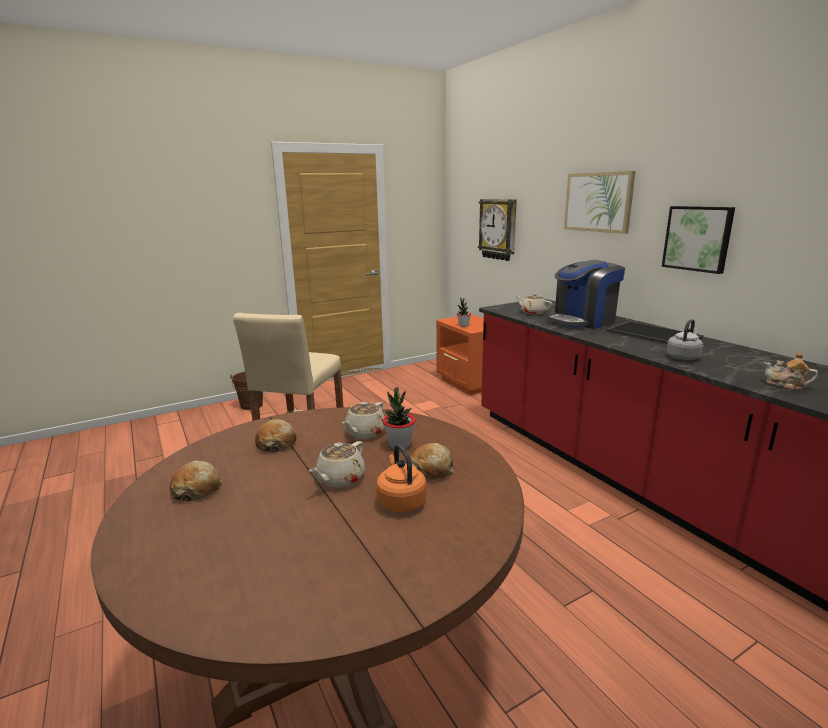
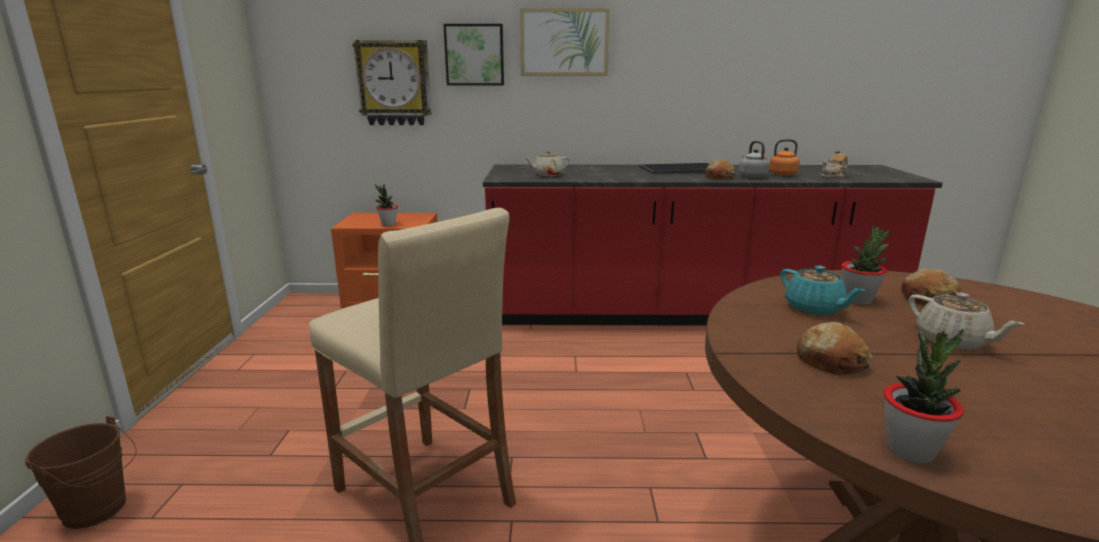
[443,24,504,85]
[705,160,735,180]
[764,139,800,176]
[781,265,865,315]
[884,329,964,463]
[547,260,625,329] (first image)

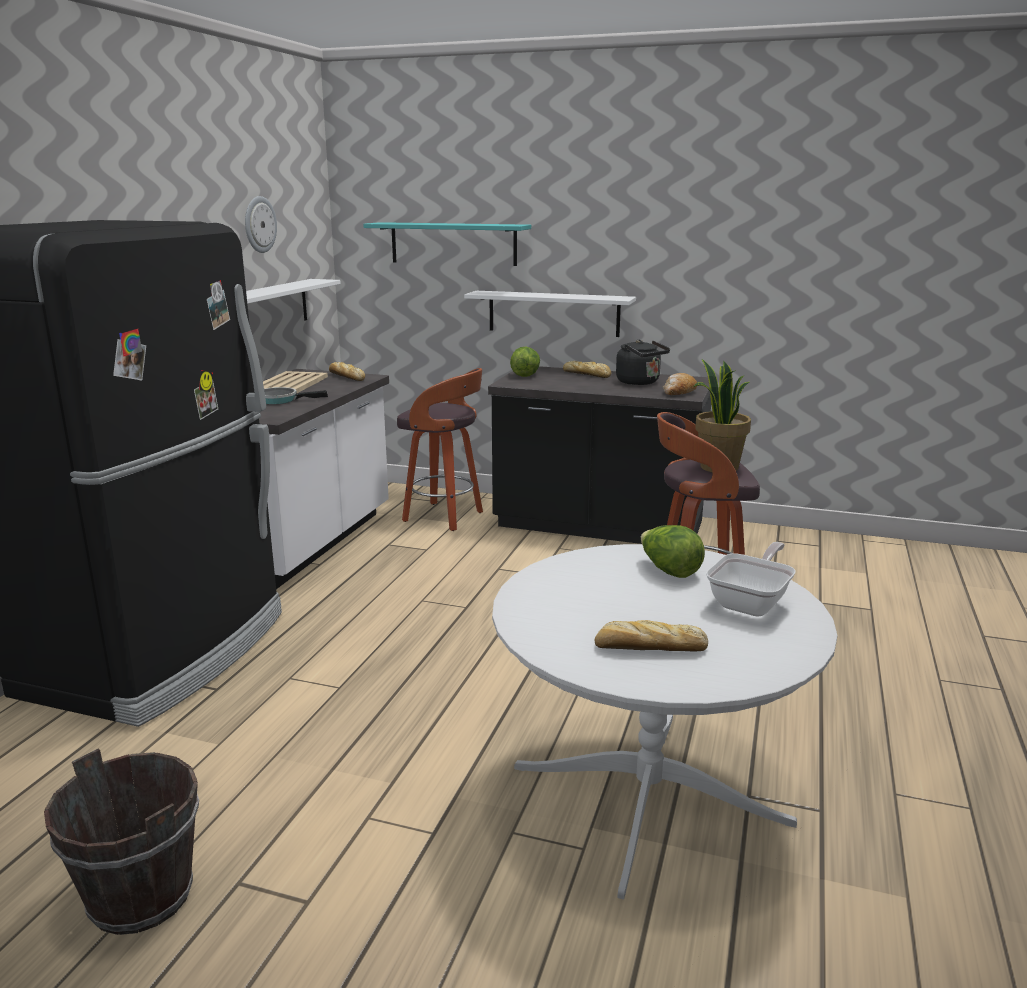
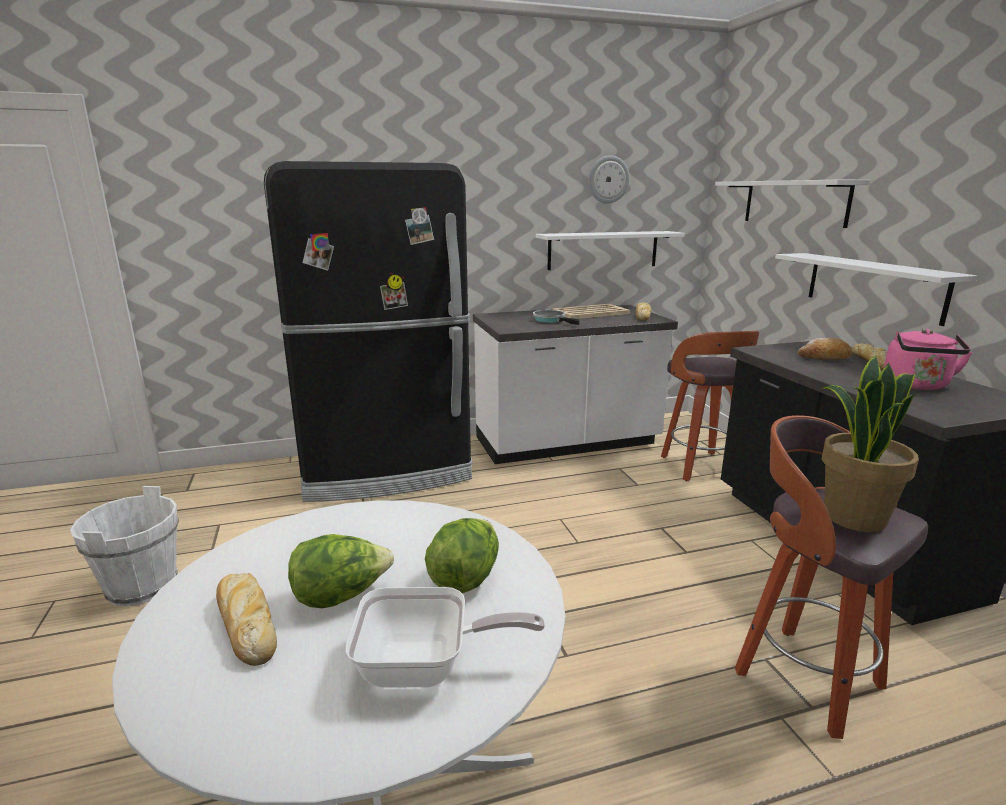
[70,486,179,606]
[288,534,394,608]
[715,180,870,228]
[798,338,852,360]
[884,329,973,390]

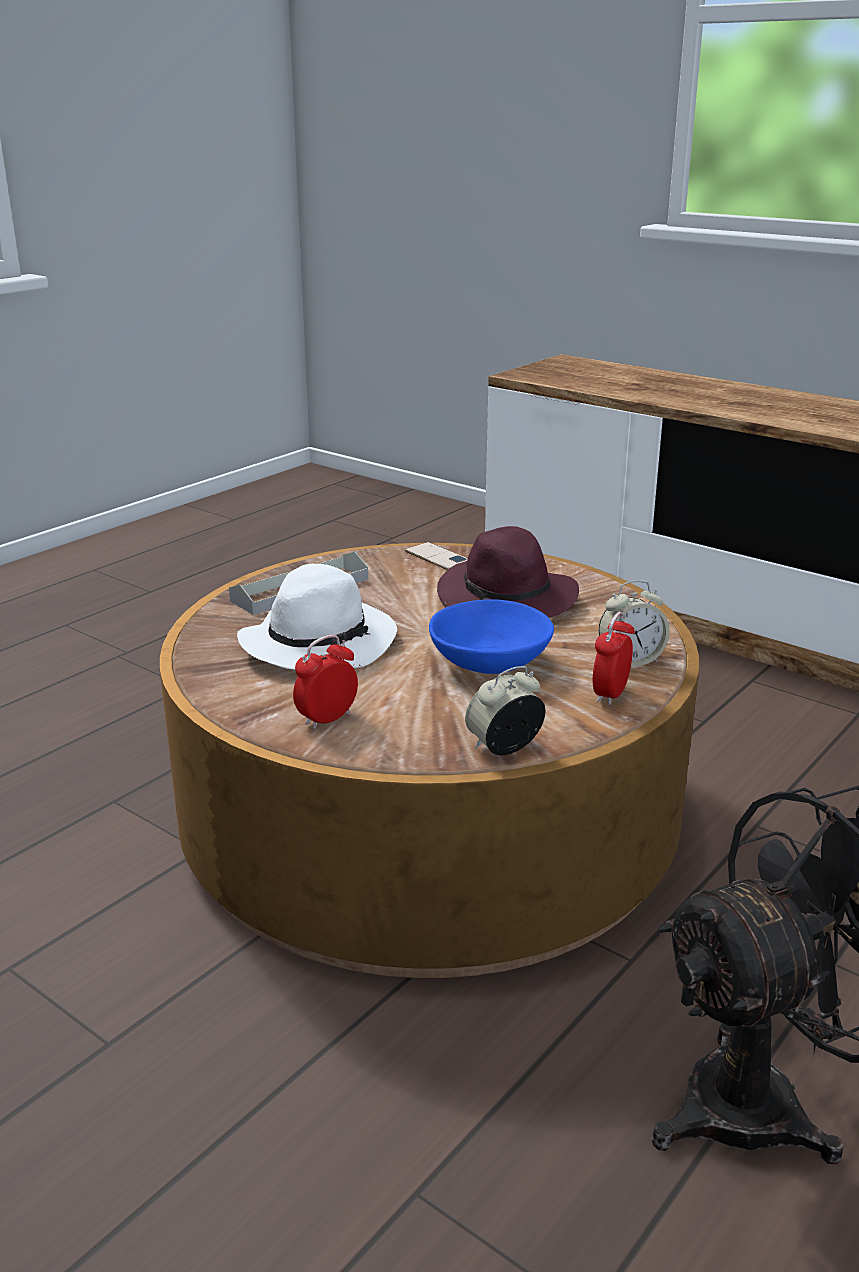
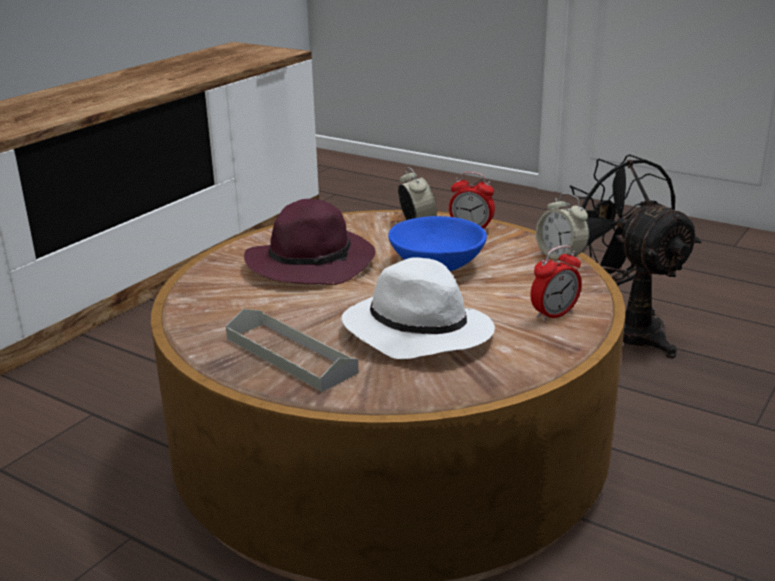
[530,245,582,322]
[405,542,468,570] (first image)

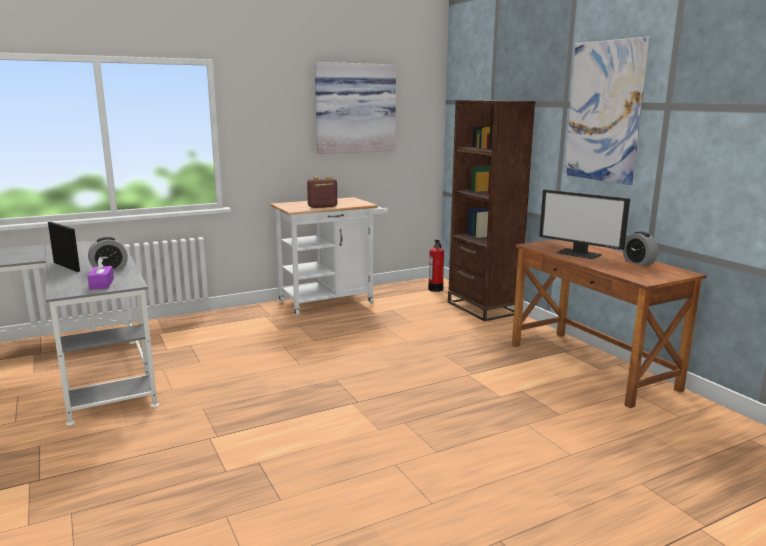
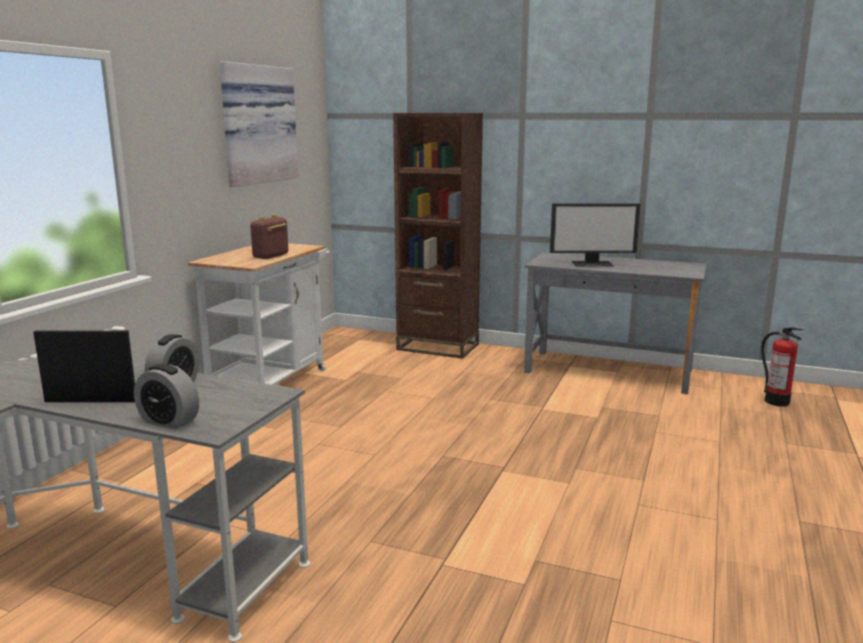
[134,364,199,429]
[524,252,706,394]
[761,327,804,407]
[87,257,114,290] (first image)
[564,37,650,185] (first image)

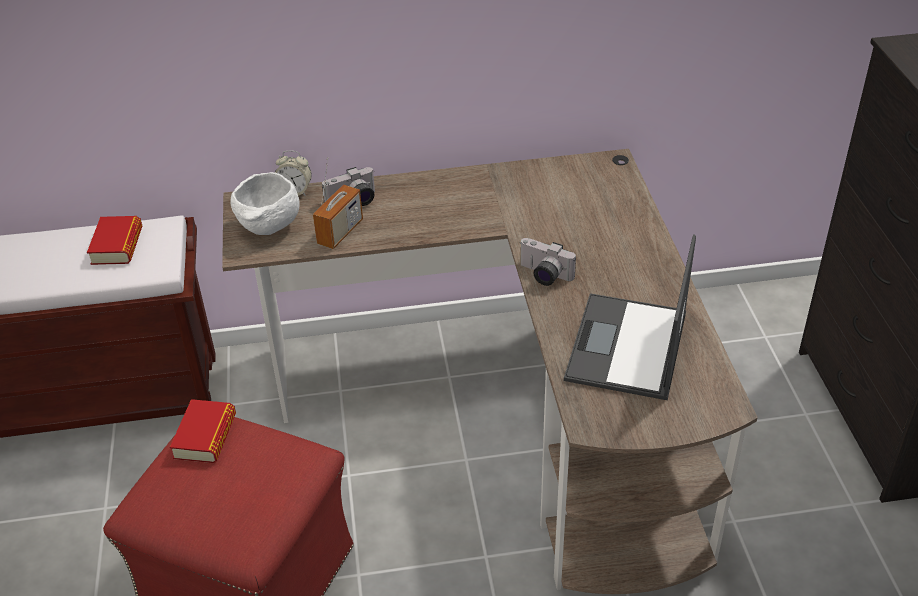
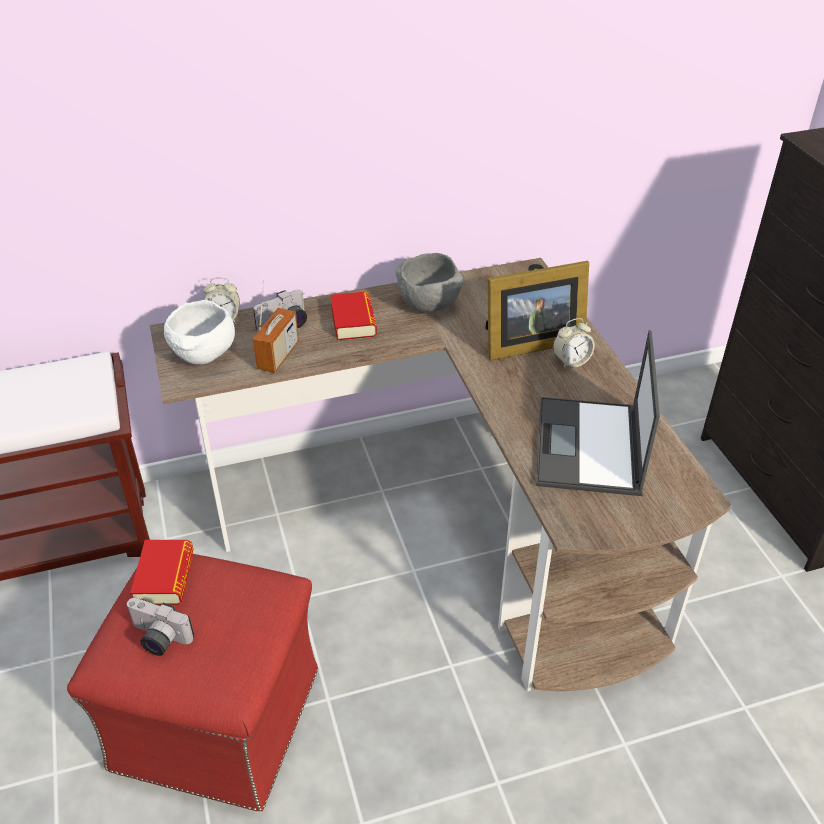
[126,598,194,656]
[330,292,377,340]
[396,253,463,312]
[485,261,589,361]
[553,318,595,369]

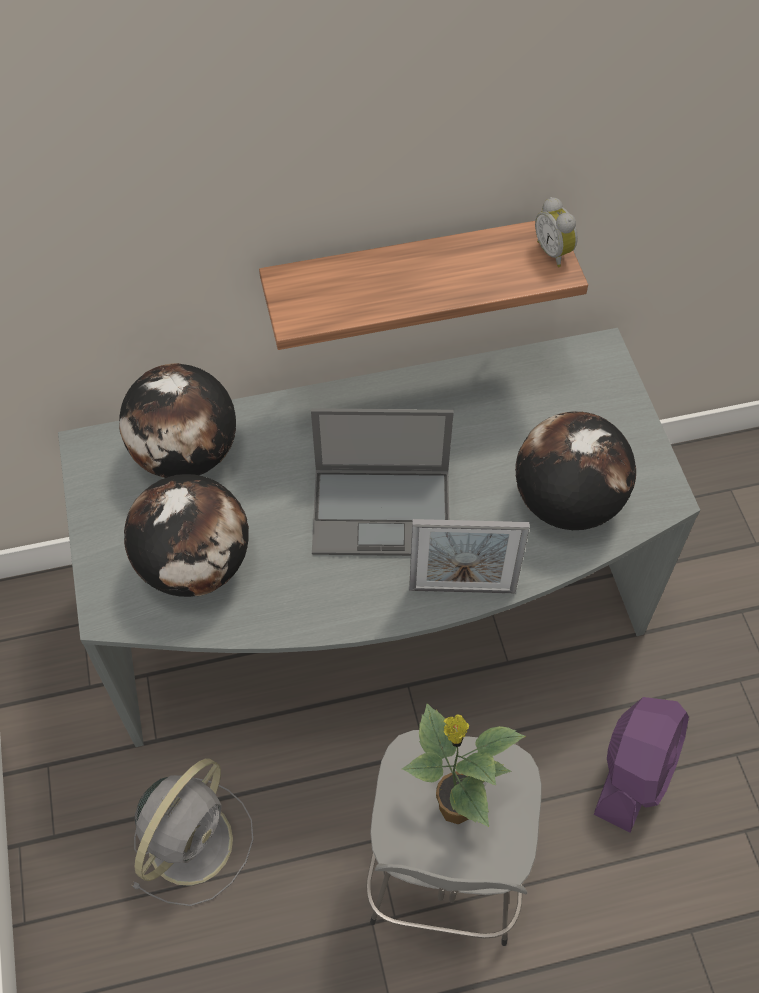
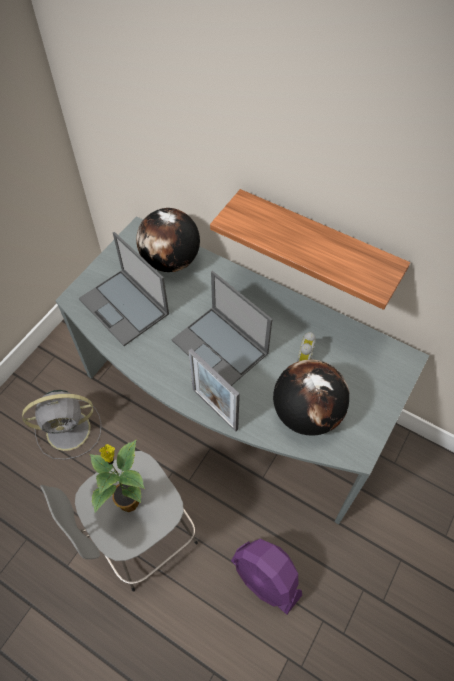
[79,232,169,346]
[231,539,302,614]
[297,332,316,361]

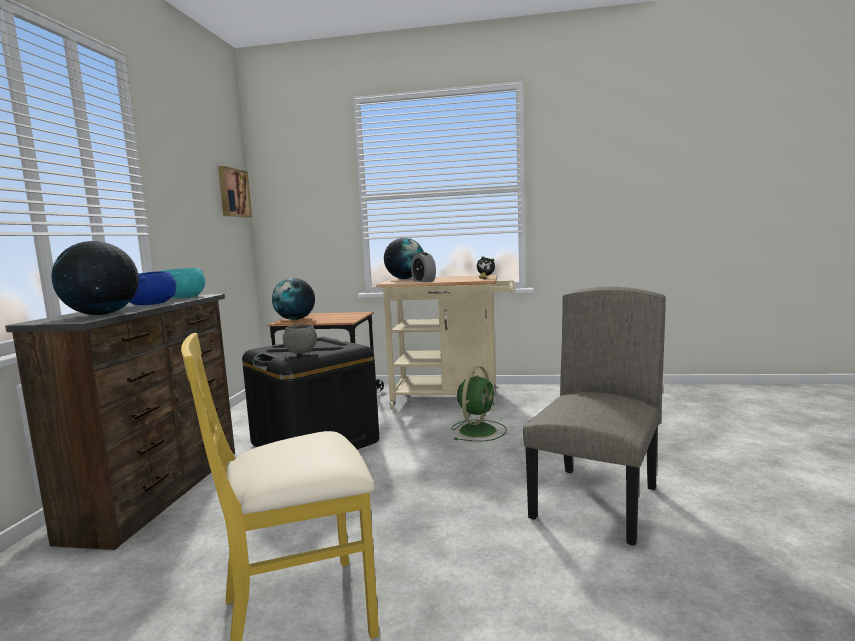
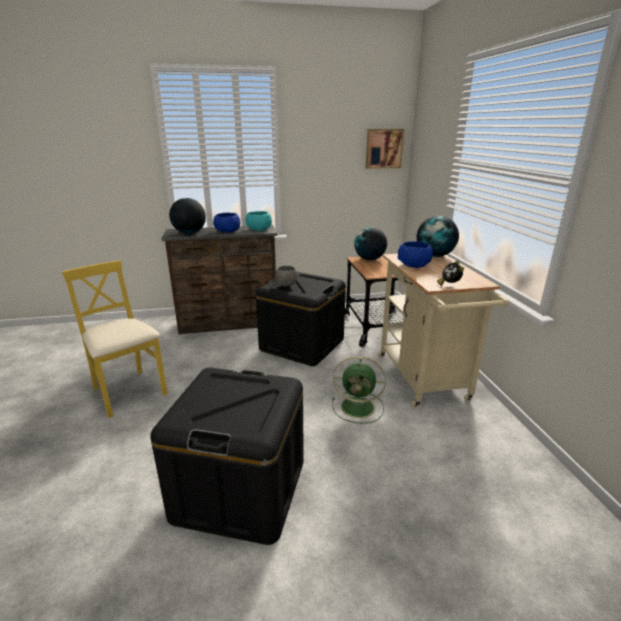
[150,368,304,545]
[398,241,433,268]

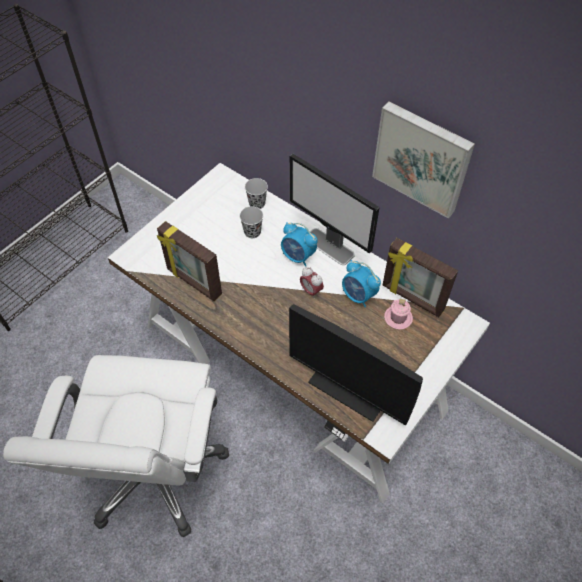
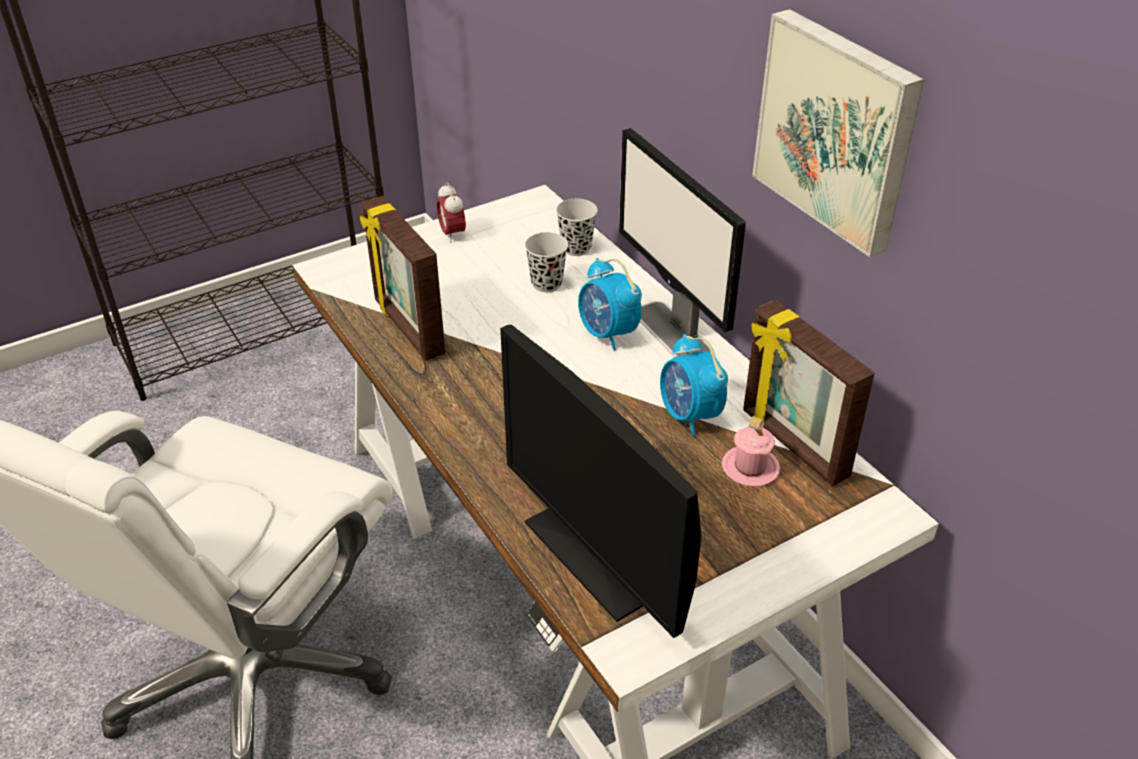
[436,182,466,243]

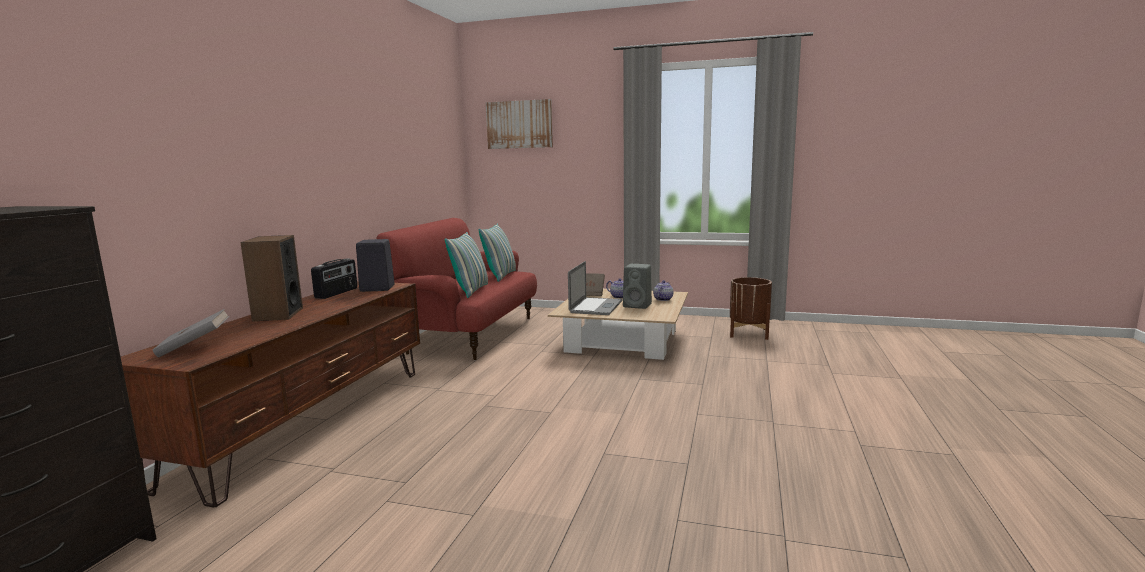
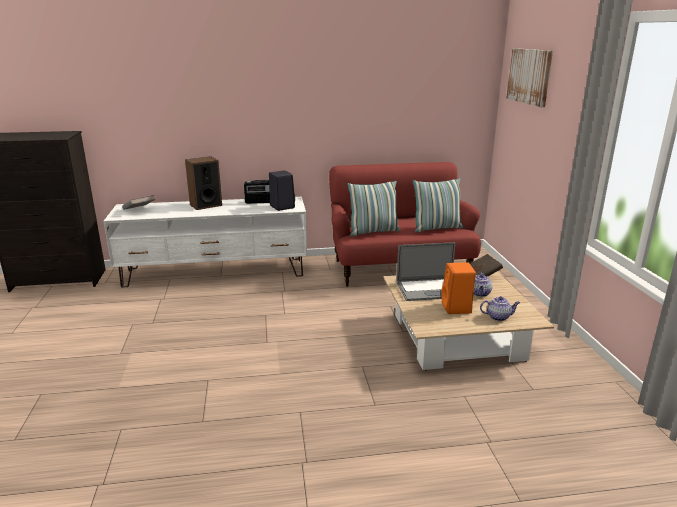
[103,197,307,288]
[441,262,476,314]
[730,277,772,340] (first image)

